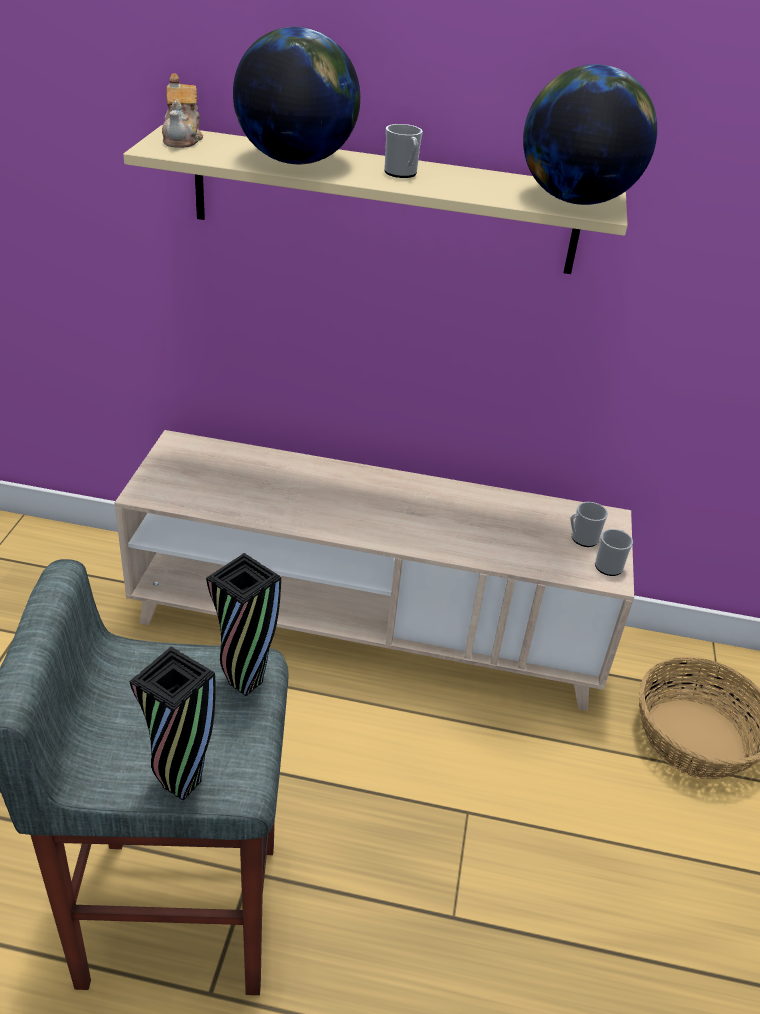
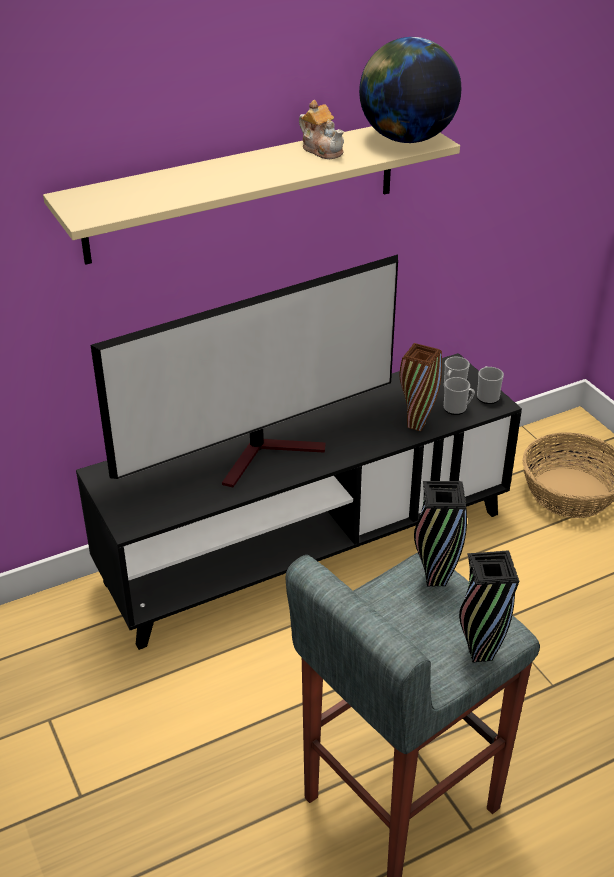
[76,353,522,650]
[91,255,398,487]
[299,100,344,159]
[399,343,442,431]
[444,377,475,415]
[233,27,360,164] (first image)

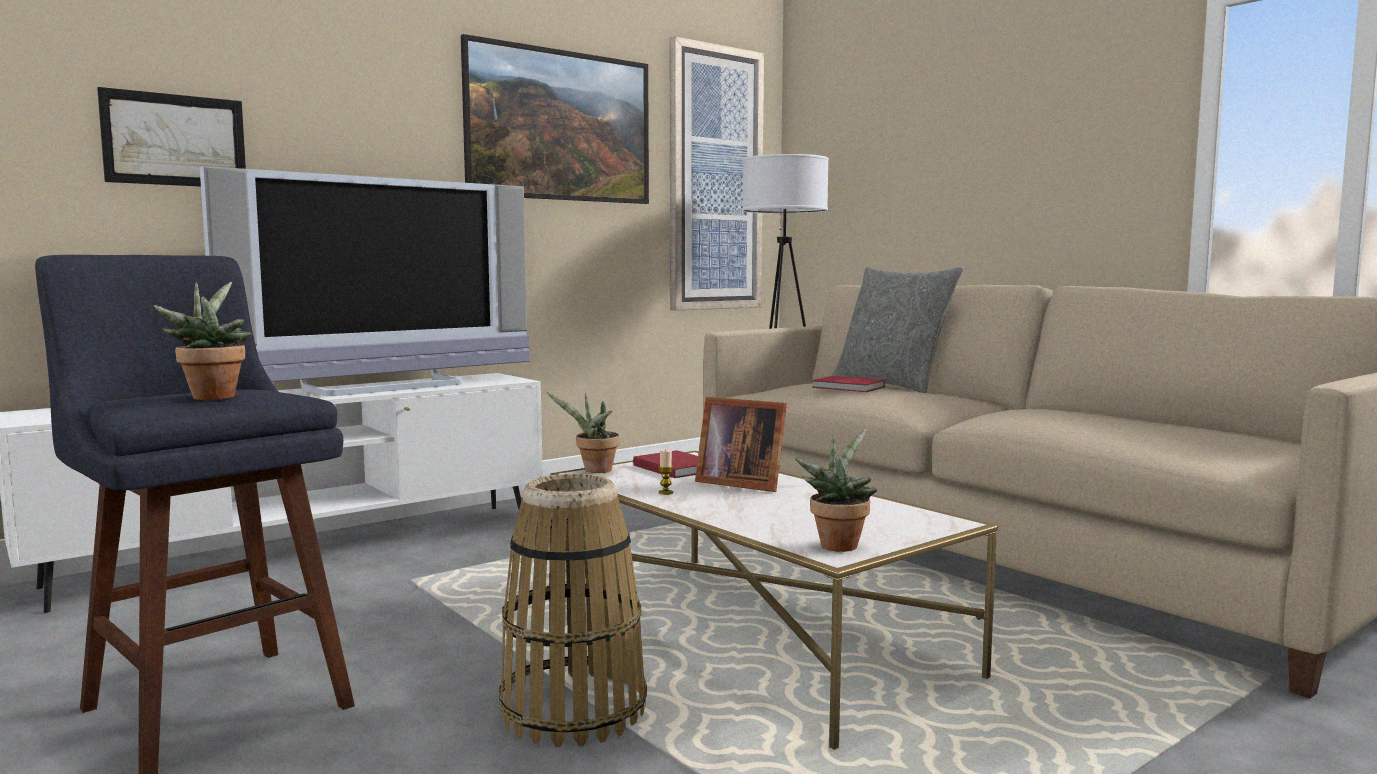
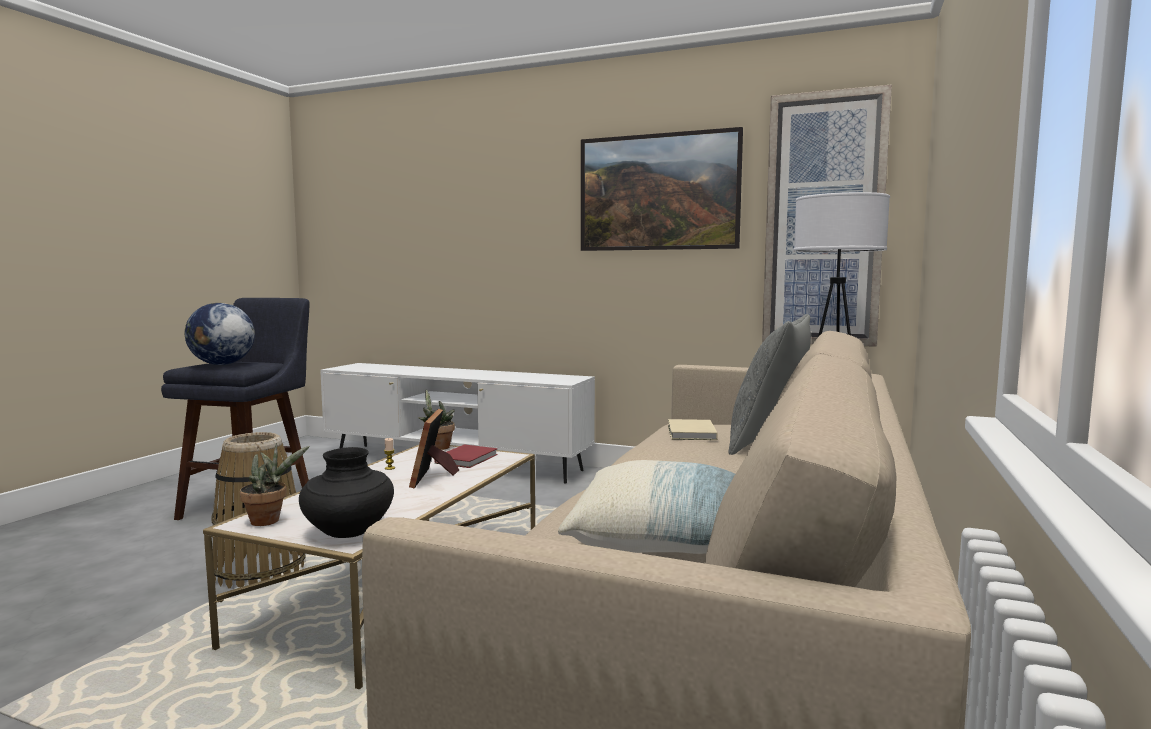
[185,303,255,365]
[299,447,394,538]
[558,460,735,554]
[668,419,718,440]
[97,87,246,187] (first image)
[200,166,530,396] (first image)

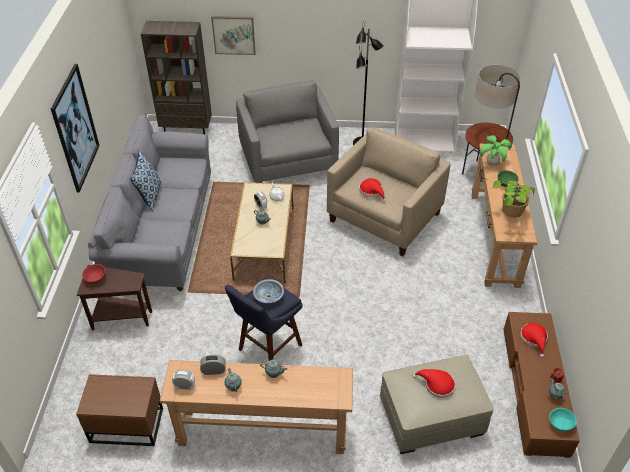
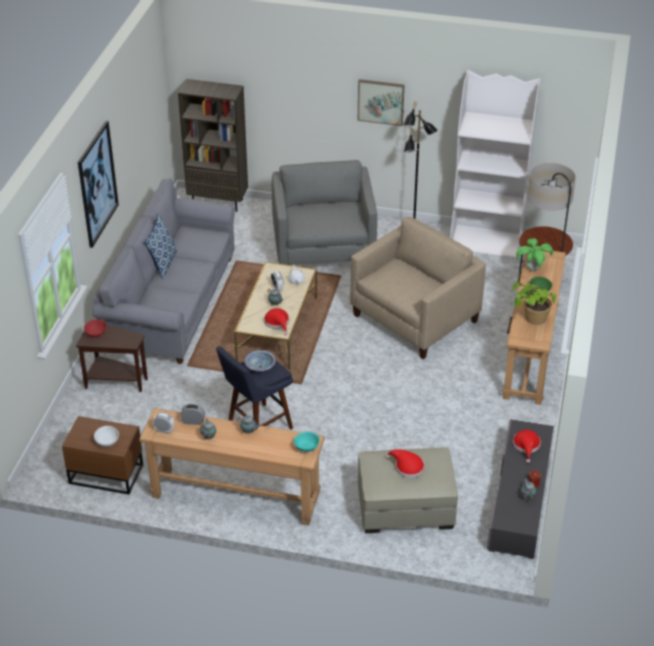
[94,426,119,447]
[264,308,289,335]
[294,432,320,452]
[358,79,405,126]
[487,419,554,559]

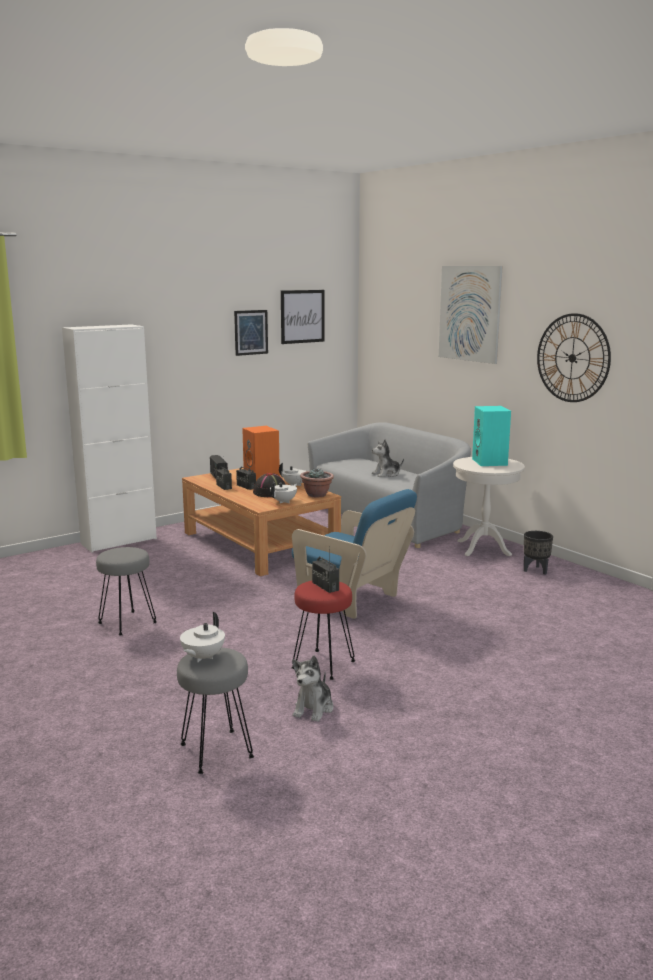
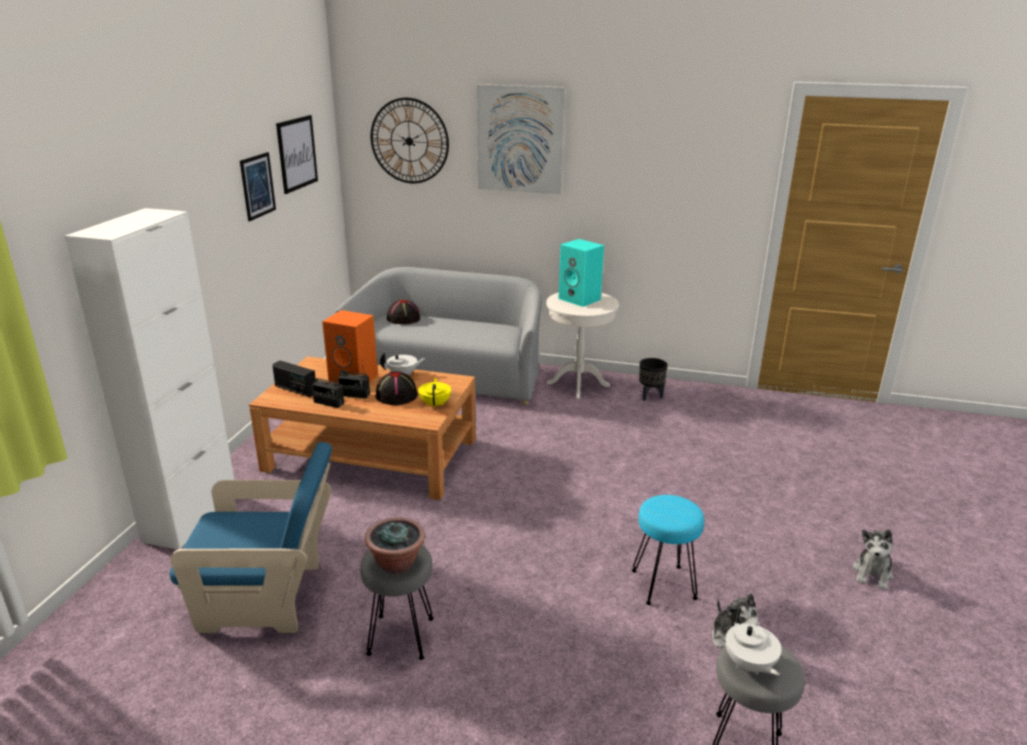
[169,442,332,633]
[365,517,425,574]
[371,98,449,183]
[387,300,420,324]
[418,378,451,407]
[632,495,704,605]
[853,529,894,590]
[312,557,339,593] (first image)

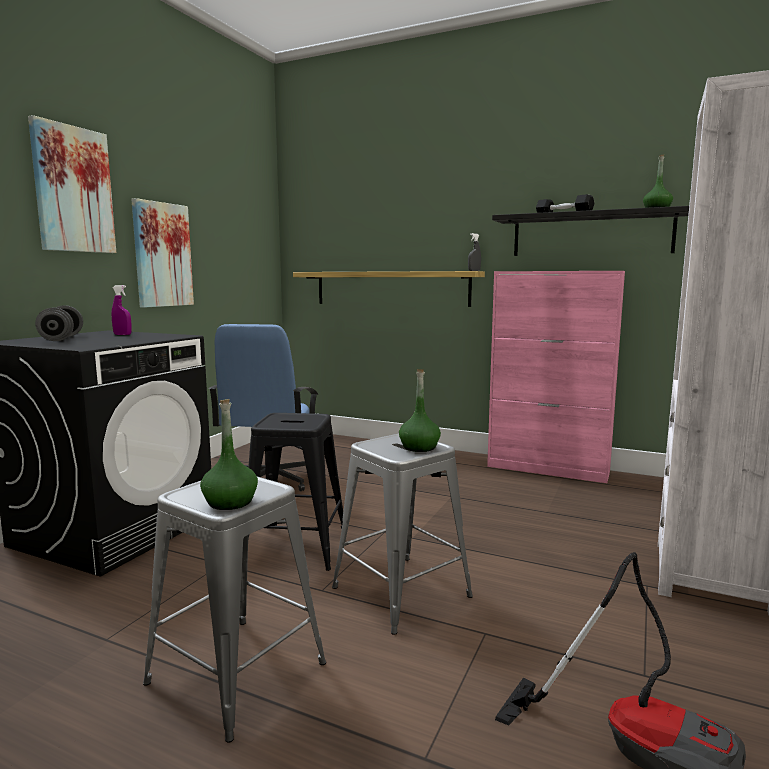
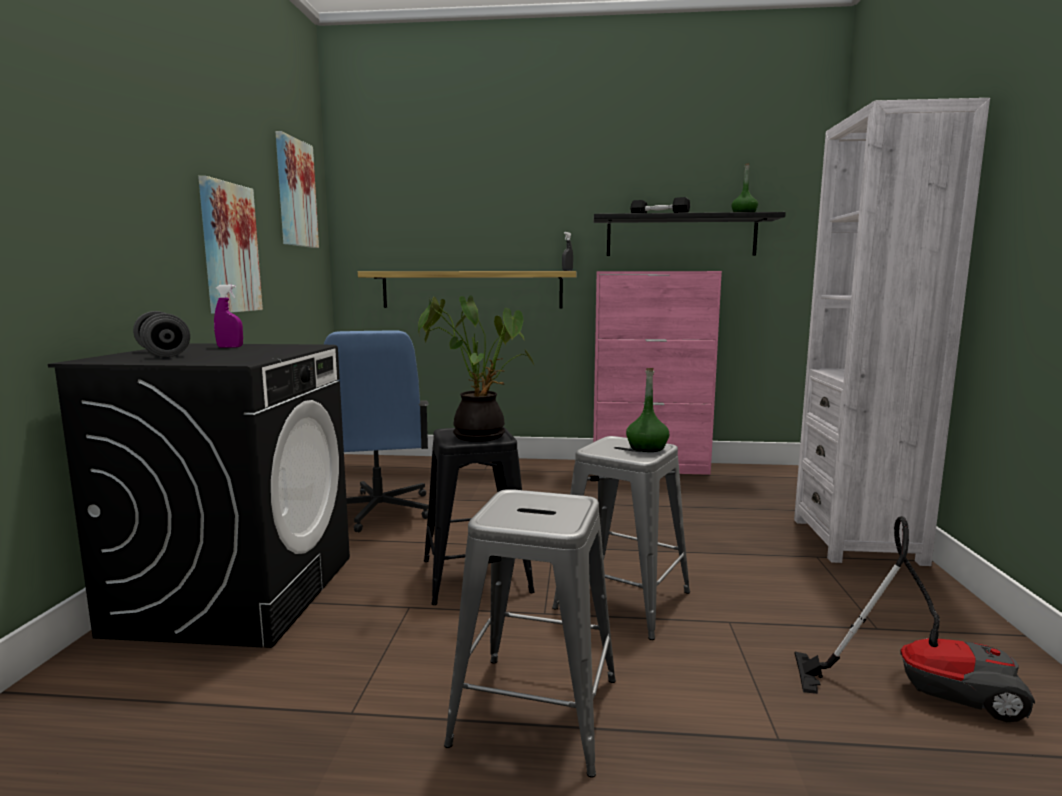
[275,131,319,248]
[418,295,534,442]
[200,399,258,510] (first image)

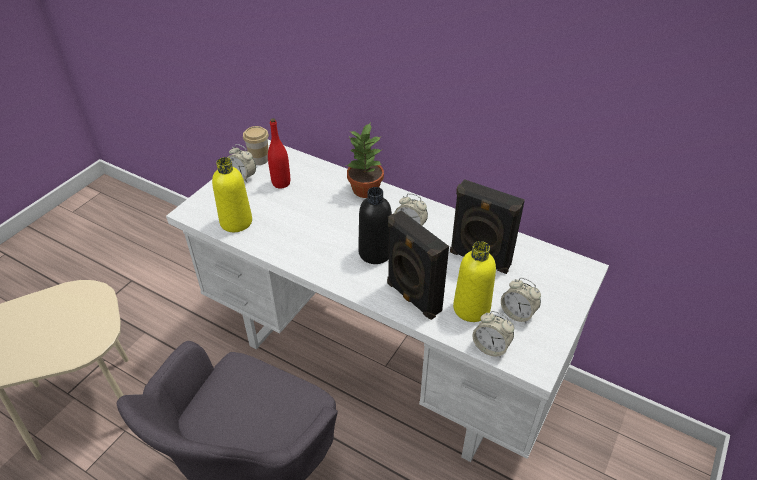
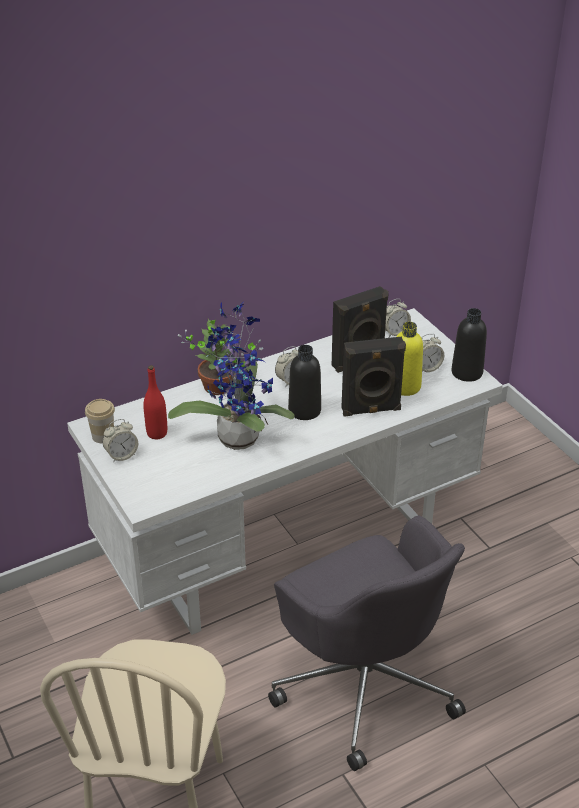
[168,303,295,450]
[385,299,411,337]
[451,308,487,382]
[212,157,252,232] (first image)

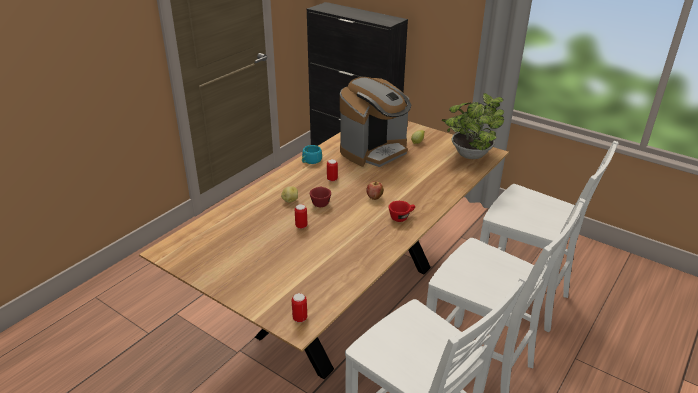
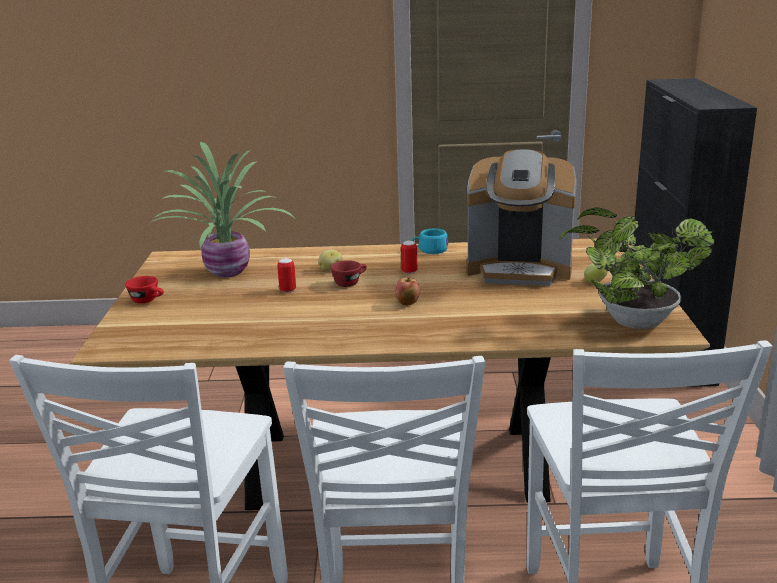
[125,276,164,303]
[150,142,296,277]
[292,293,307,323] (first image)

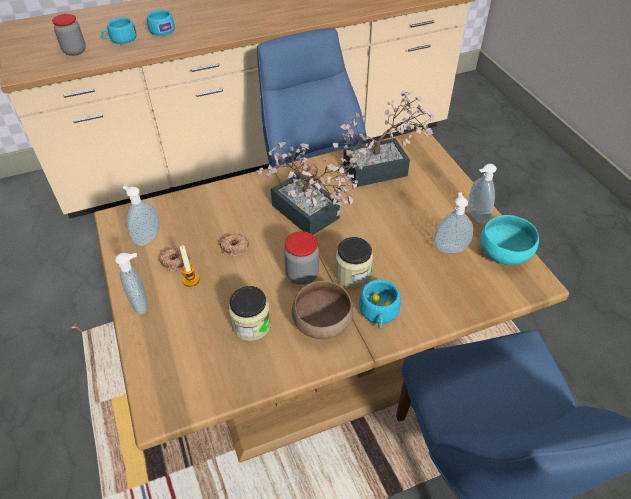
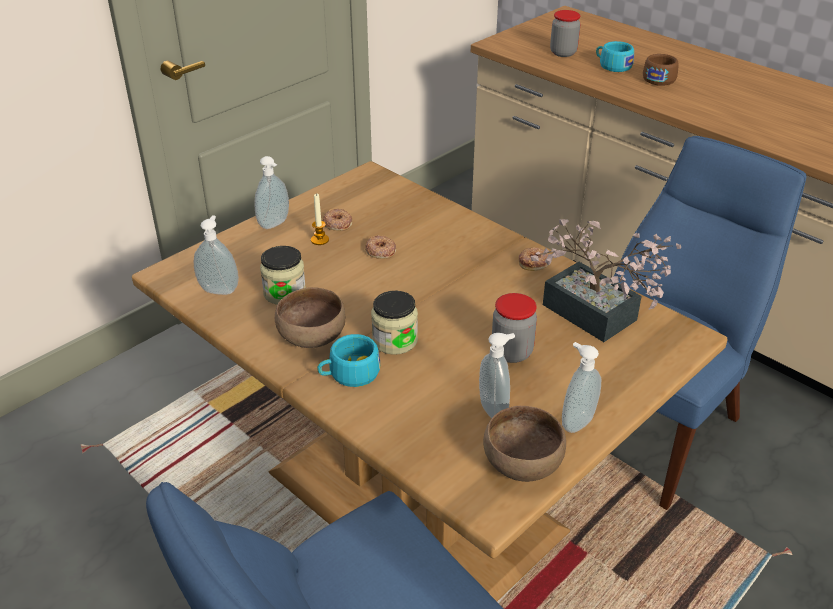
[194,215,239,295]
[483,406,566,482]
[492,293,537,363]
[643,54,679,86]
[257,142,363,235] (first image)

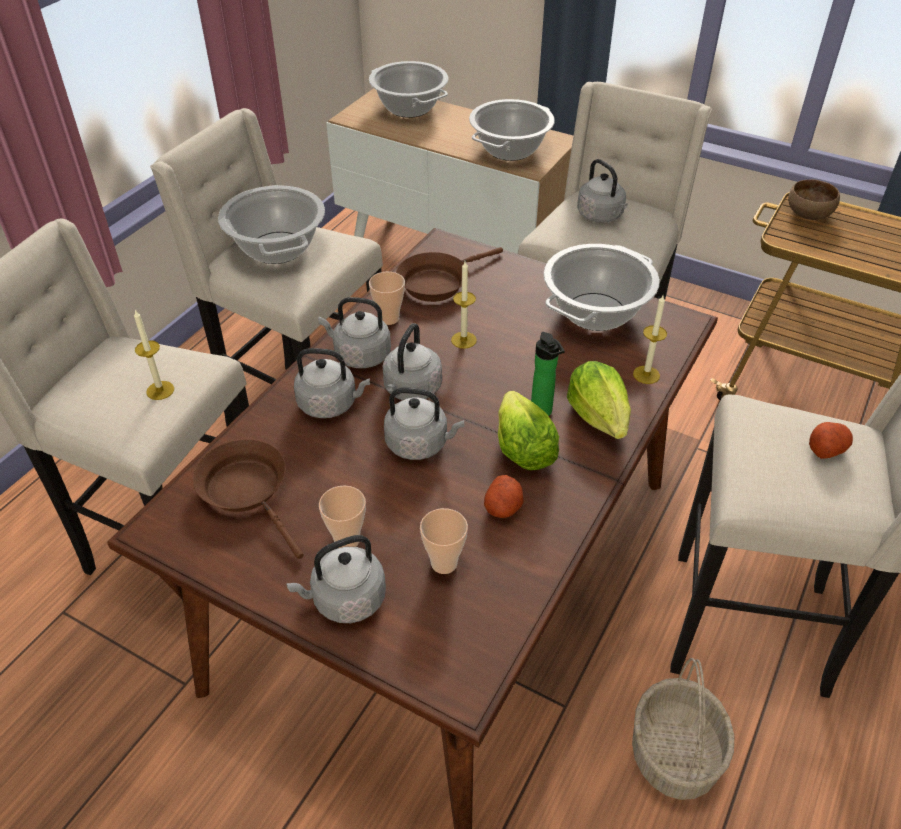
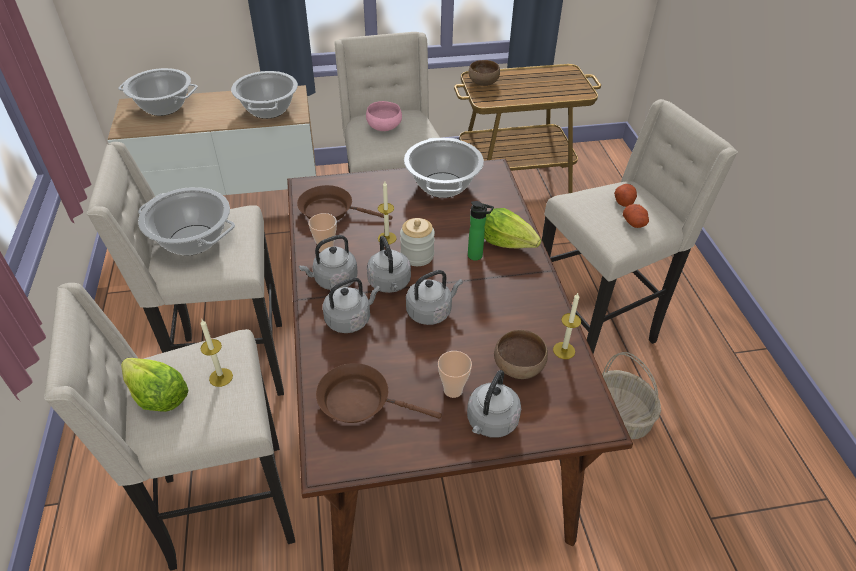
[121,358,189,412]
[297,185,392,221]
[366,101,402,131]
[400,218,435,266]
[494,330,548,379]
[553,293,581,359]
[623,204,649,228]

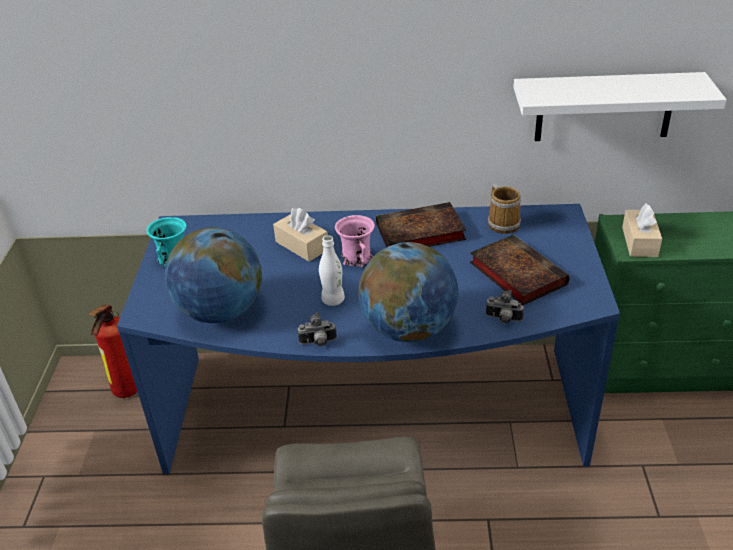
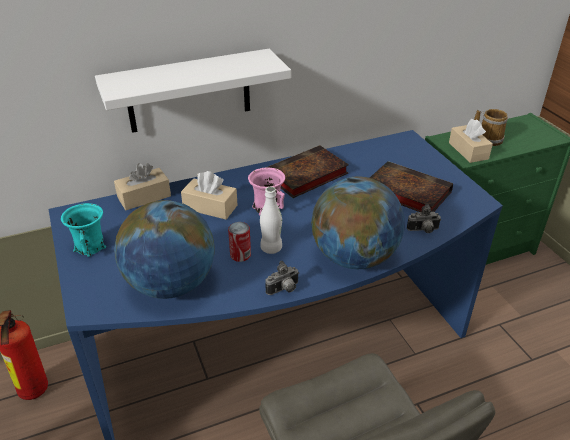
[95,49,291,133]
[114,163,171,210]
[228,222,251,262]
[474,109,508,146]

